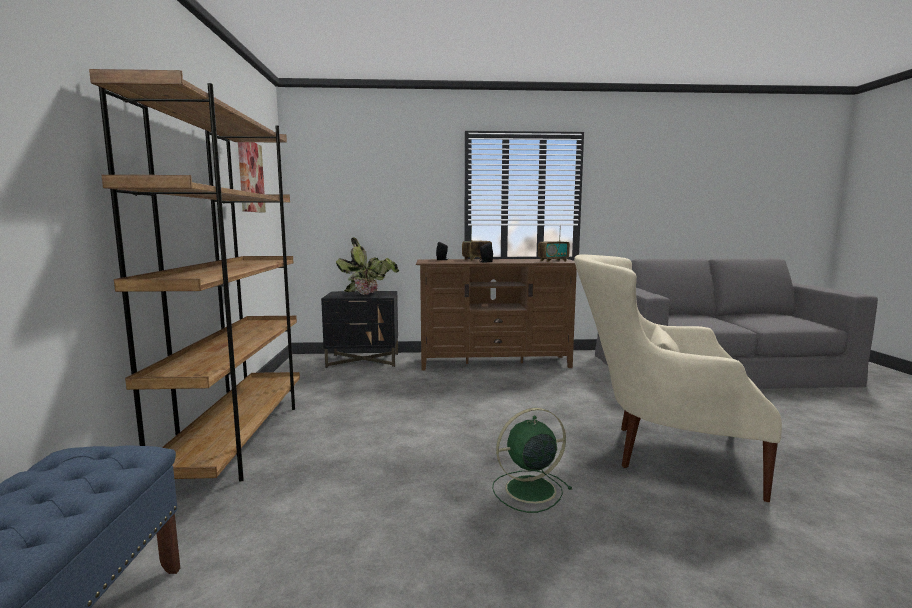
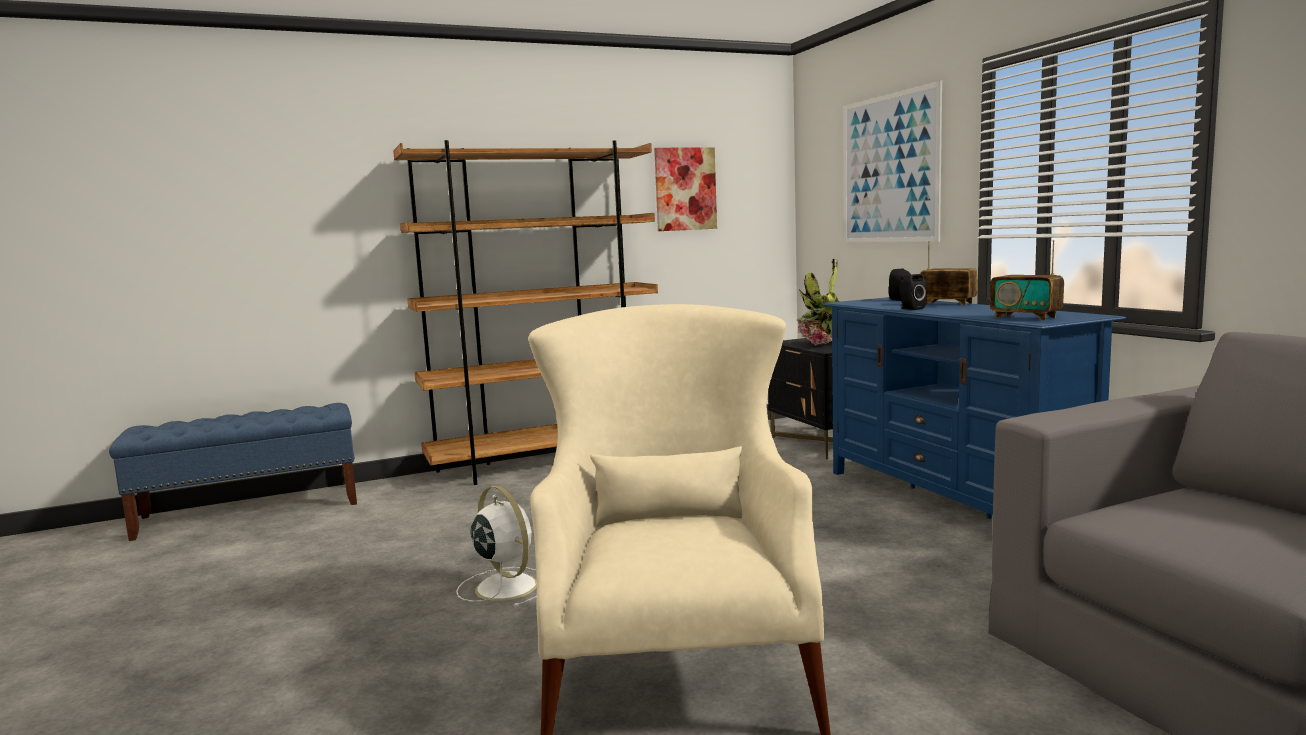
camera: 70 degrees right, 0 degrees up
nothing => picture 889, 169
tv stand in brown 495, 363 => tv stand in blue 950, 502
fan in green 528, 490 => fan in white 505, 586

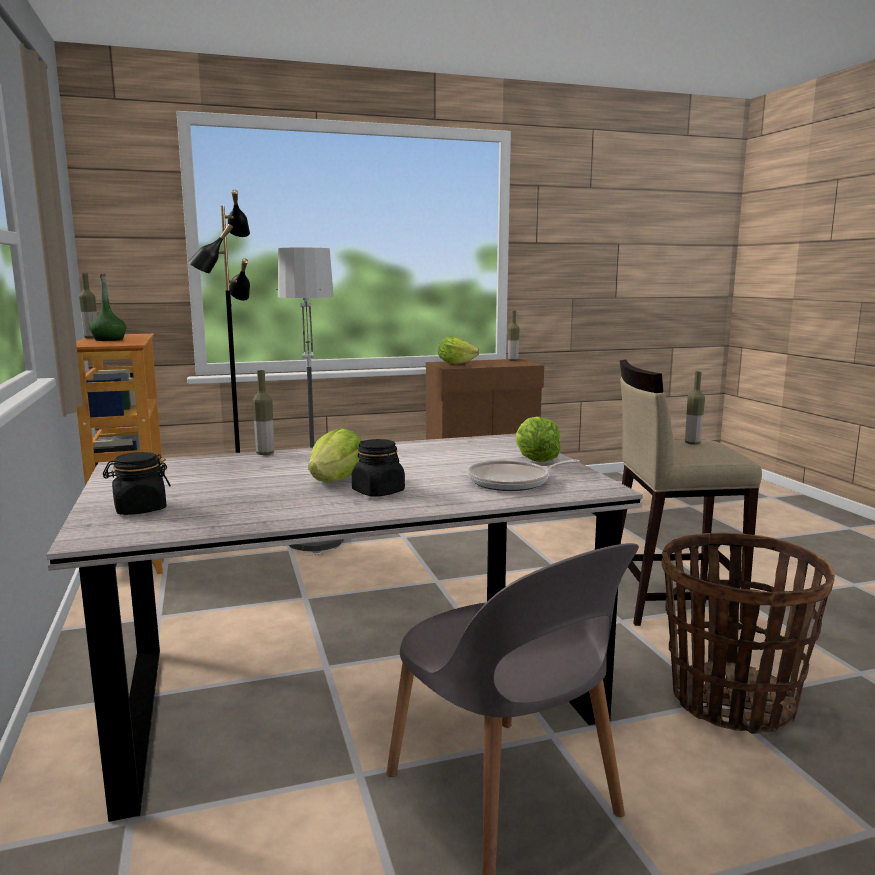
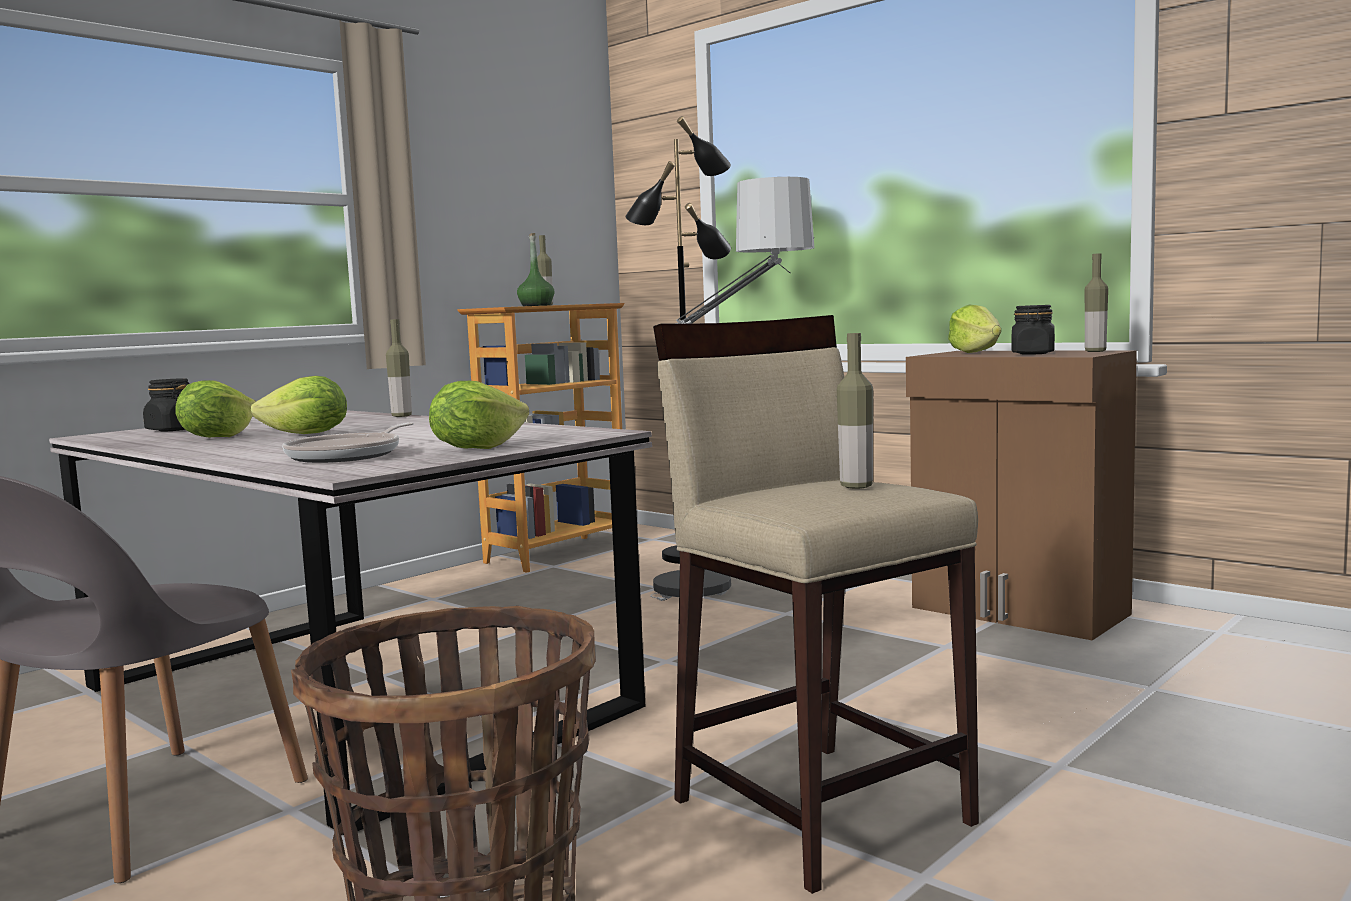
camera: 60 degrees right, 5 degrees down
nothing => lettuce 217, 437
jar in black 378, 492 => jar in black 1033, 353, move
frying pan 512, 482 => frying pan 348, 456, 105 degrees counterclockwise

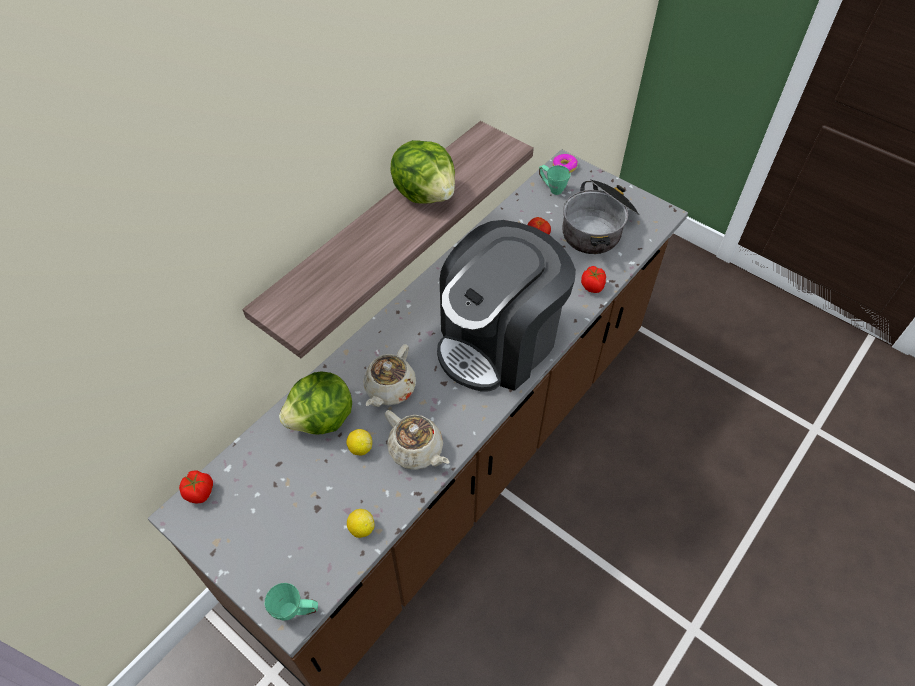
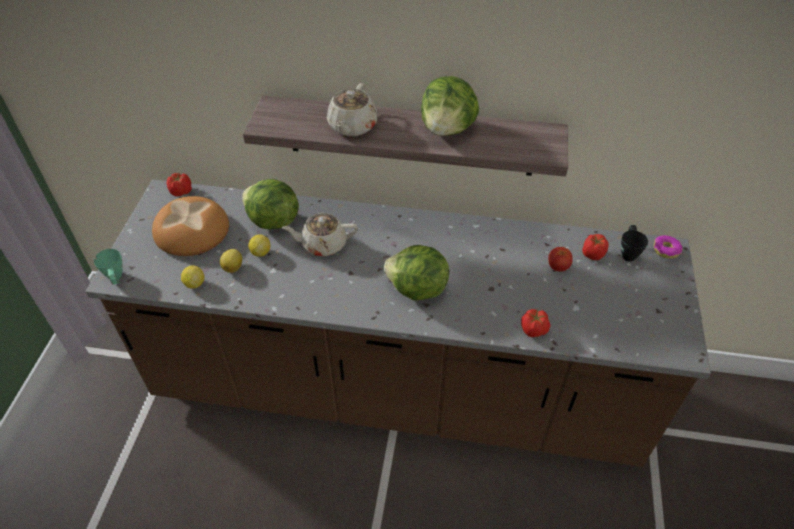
camera: 60 degrees right, 5 degrees down
cooking pot 598, 227 => nothing
nothing => bread 192, 230
nothing => lemon 233, 267
nothing => tomato 592, 254
teapot in beige 416, 450 => teapot in beige 352, 126, move
coffee machine 499, 342 => lettuce 417, 289
mug in green 551, 188 => mug in black 628, 252

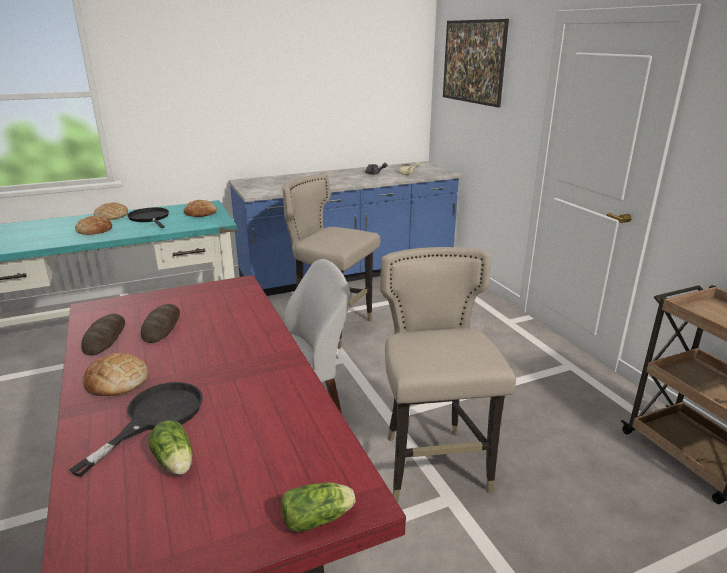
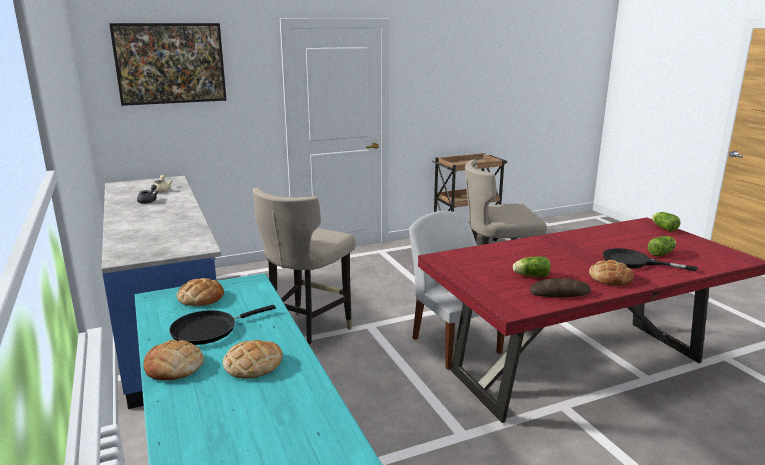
camera: 90 degrees left, 5 degrees down
bread 161, 327 => lettuce 530, 275

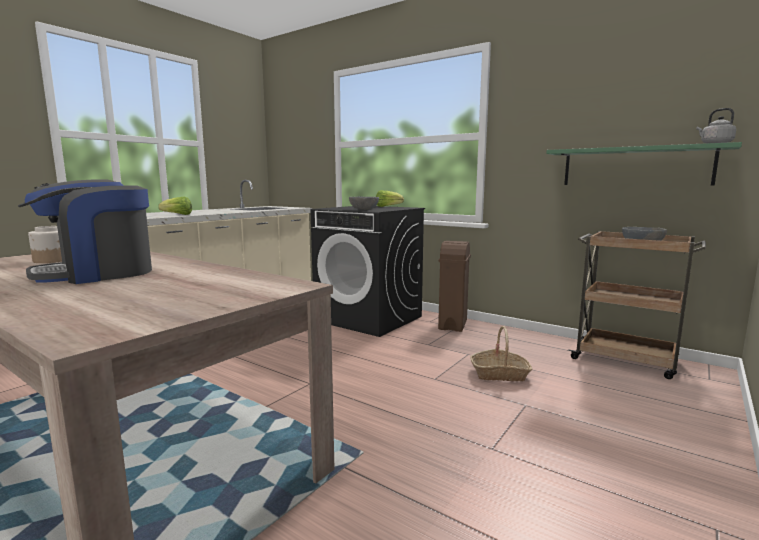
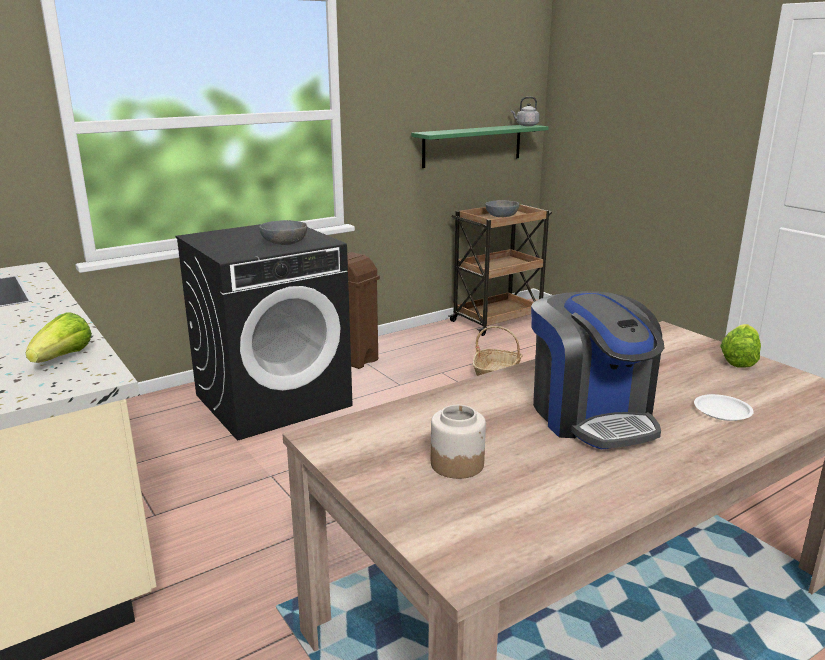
camera: 70 degrees left, 10 degrees up
nothing => plate in white 722, 411
lettuce 387, 206 => lettuce 739, 360, move

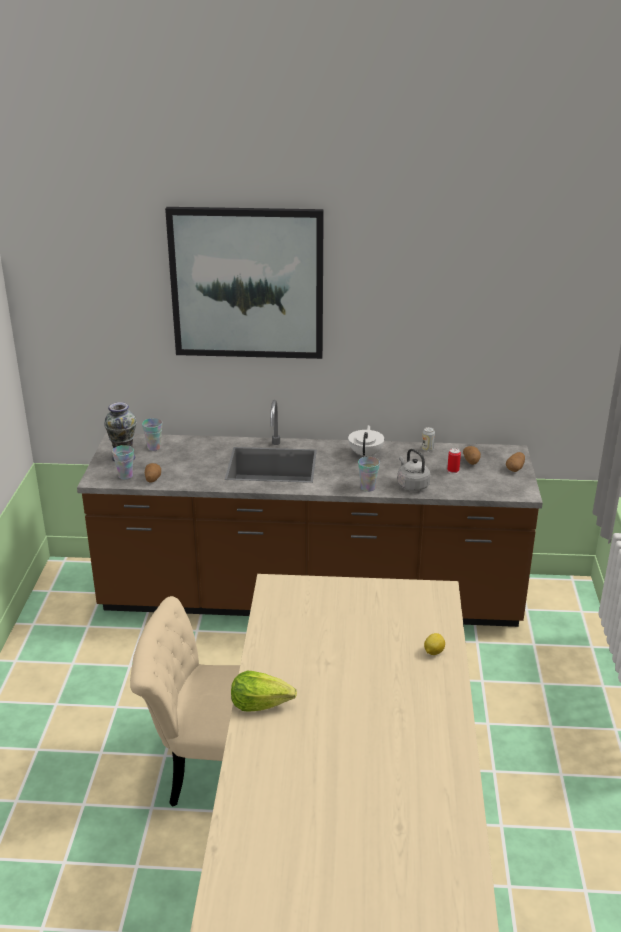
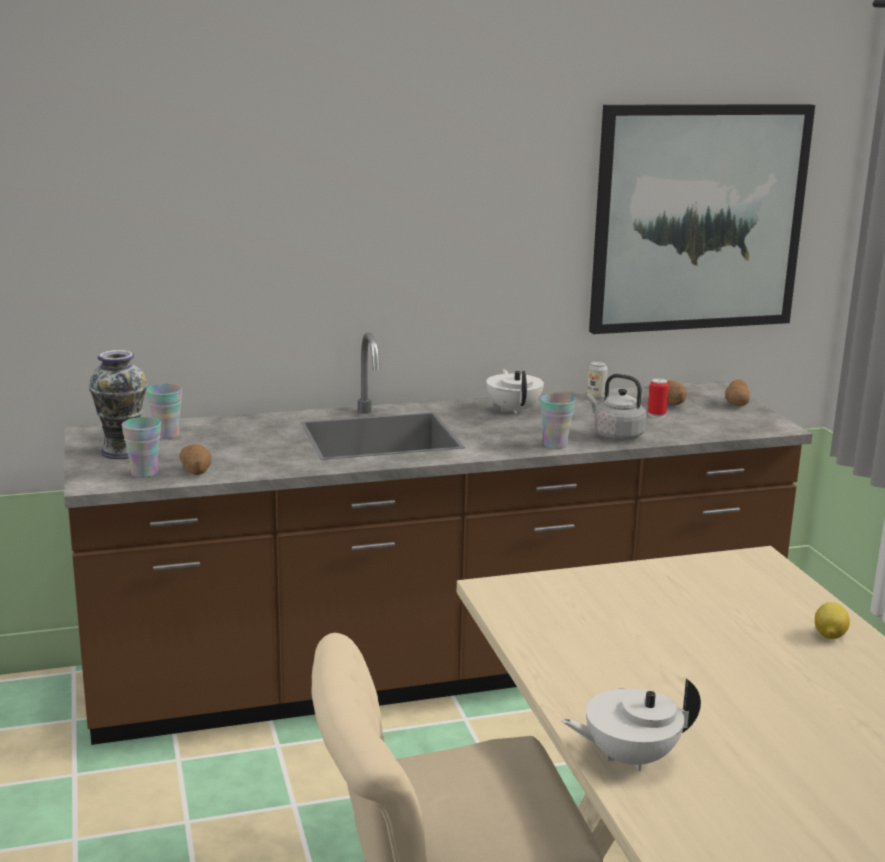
camera: 20 degrees left, 10 degrees down
picture 247, 283 => picture 698, 218, move
lettuce 261, 703 => teapot in white 629, 757

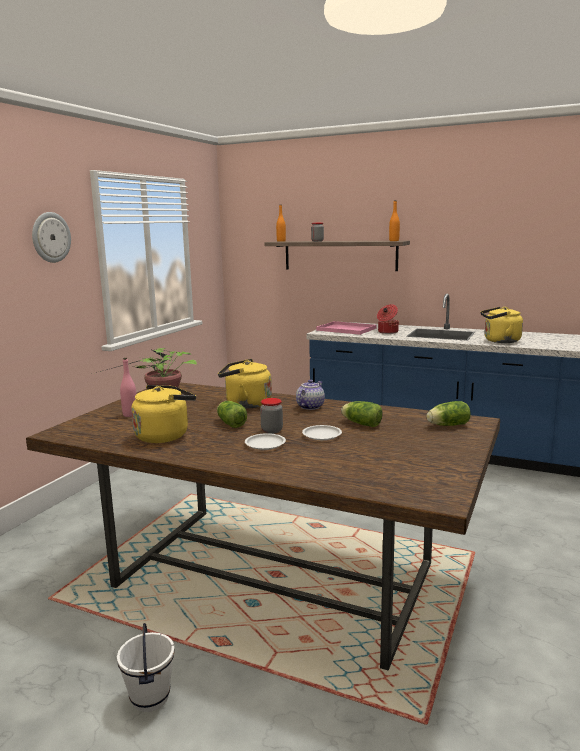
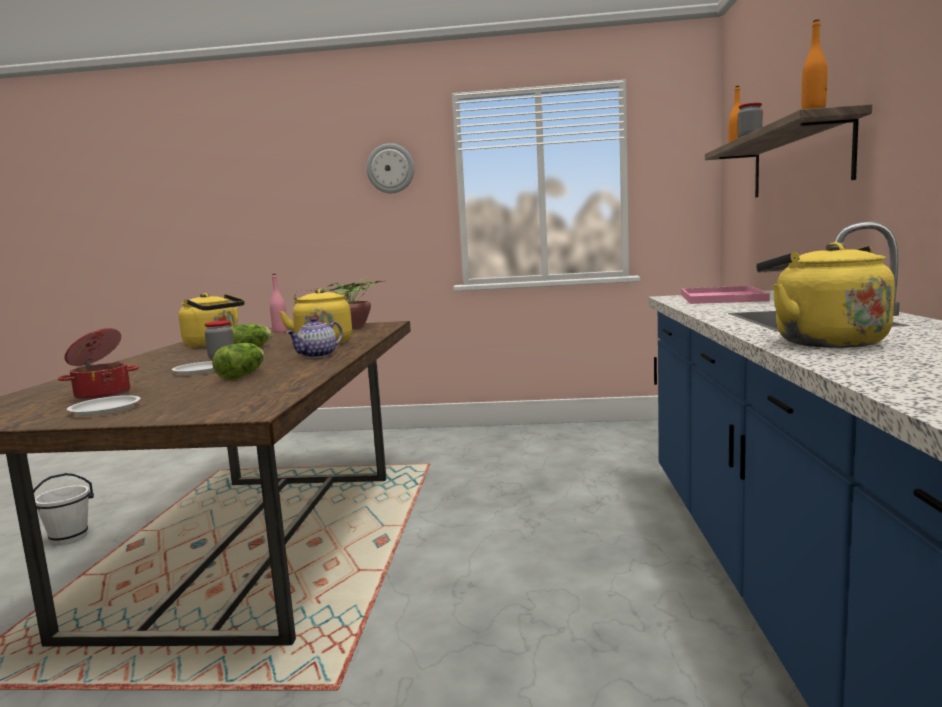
camera: 70 degrees right, 5 degrees down
lettuce 446, 425 => nothing
plate in white 265, 444 => plate in white 105, 409, move
cooking pot 387, 332 => cooking pot 102, 395, move
teapot 309, 407 => teapot 318, 356, 120 degrees clockwise

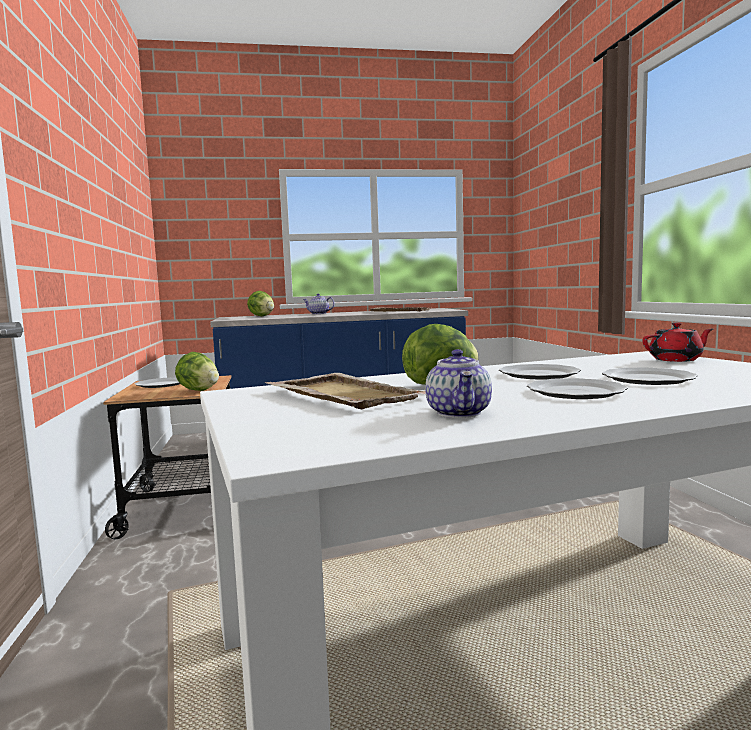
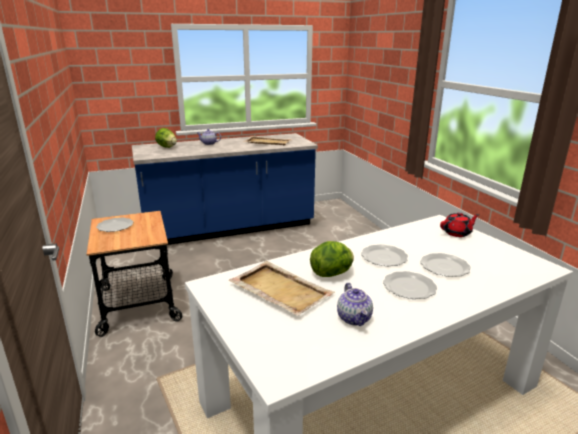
camera: 10 degrees left, 15 degrees up
lettuce 199, 390 => nothing

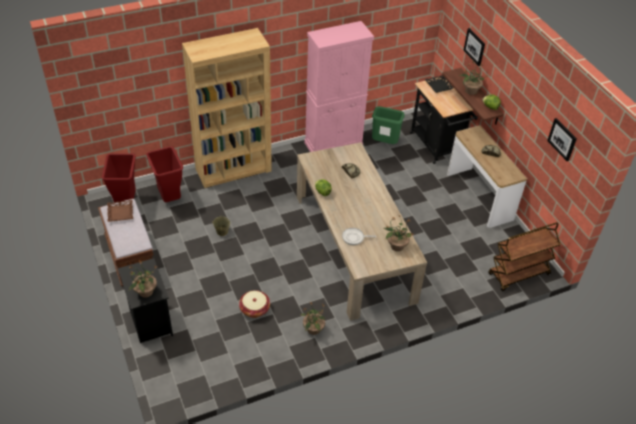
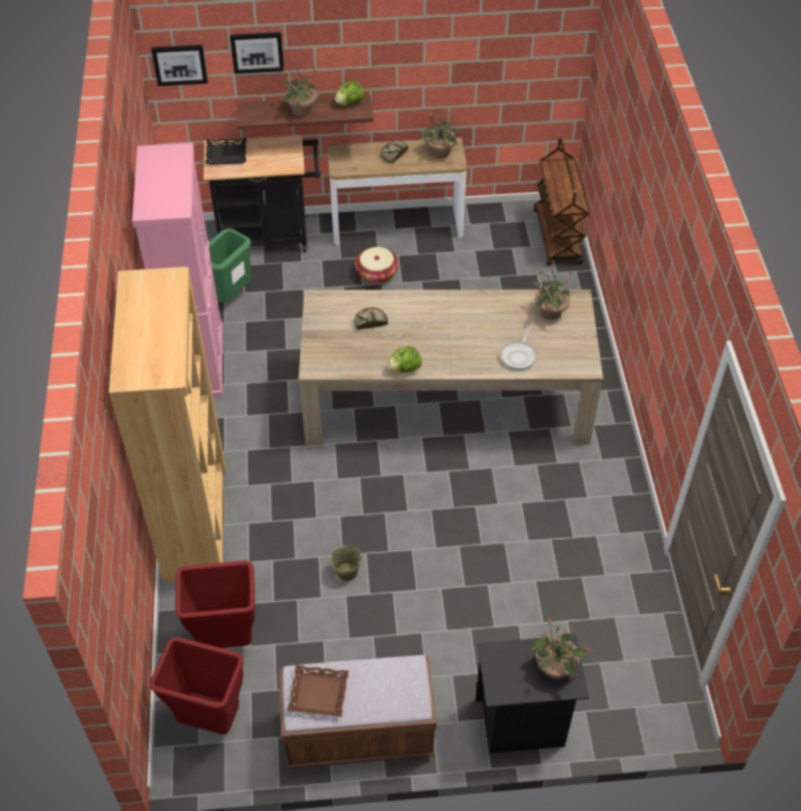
camera: 70 degrees left, 5 degrees up
basket 254, 309 => basket 376, 273, move
potted plant 313, 329 => potted plant 440, 152, move
picture 562, 139 => picture 180, 64, move

